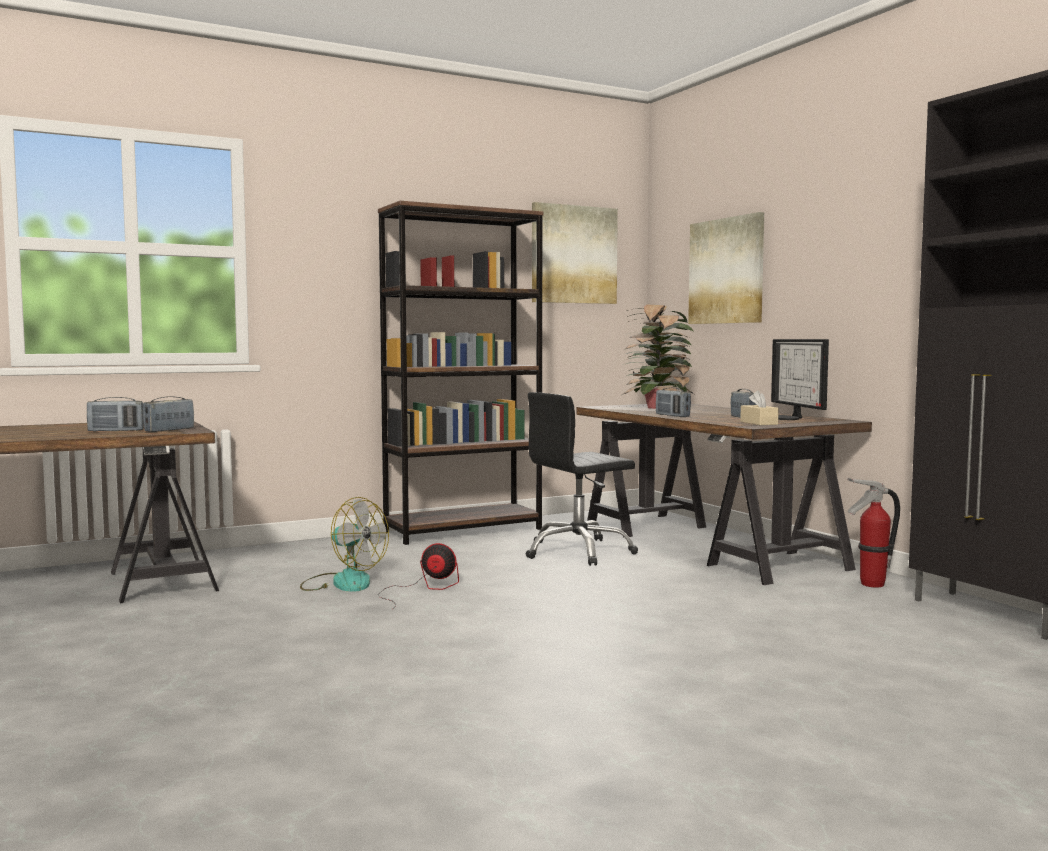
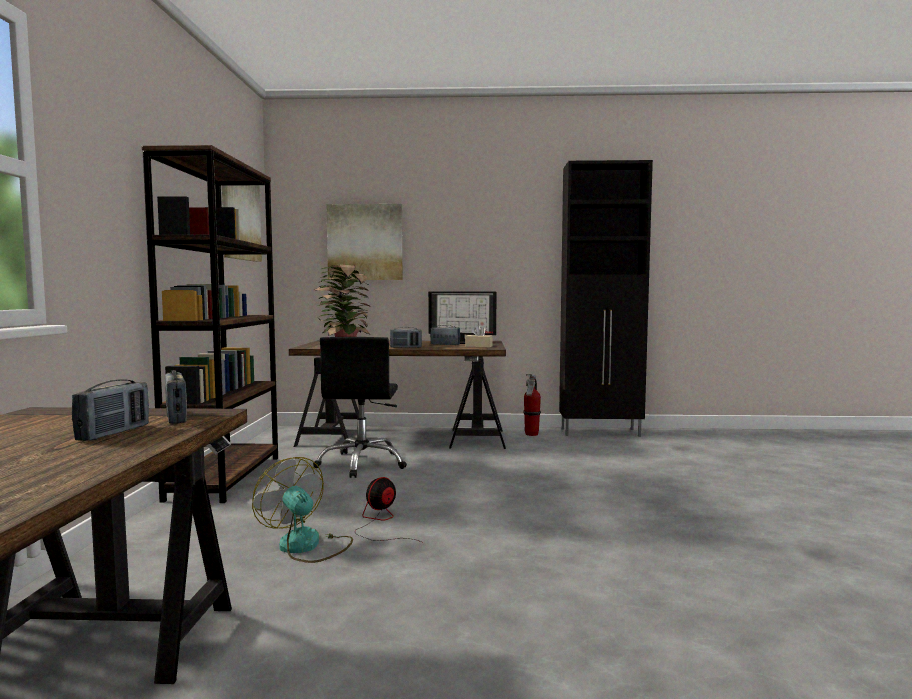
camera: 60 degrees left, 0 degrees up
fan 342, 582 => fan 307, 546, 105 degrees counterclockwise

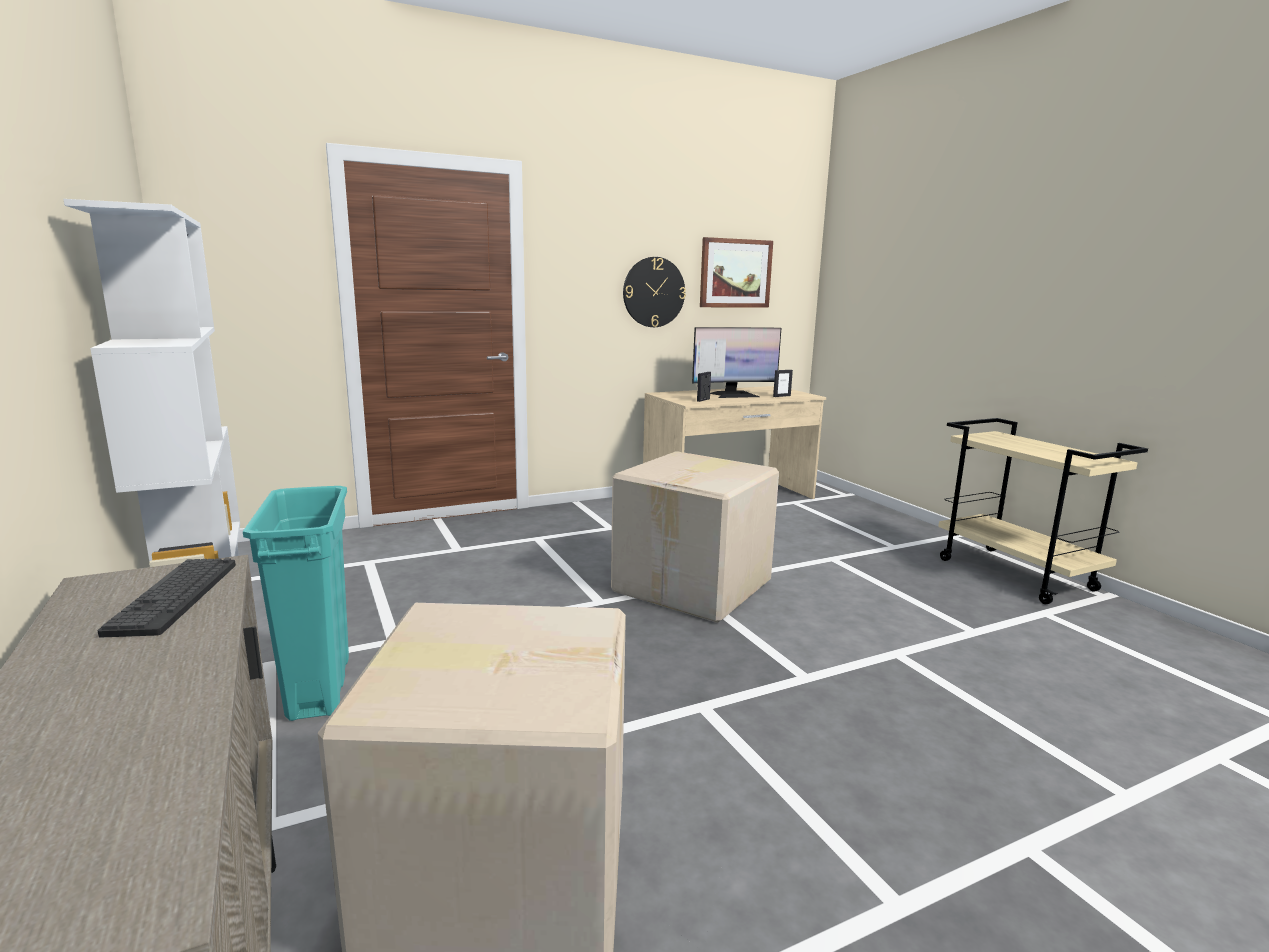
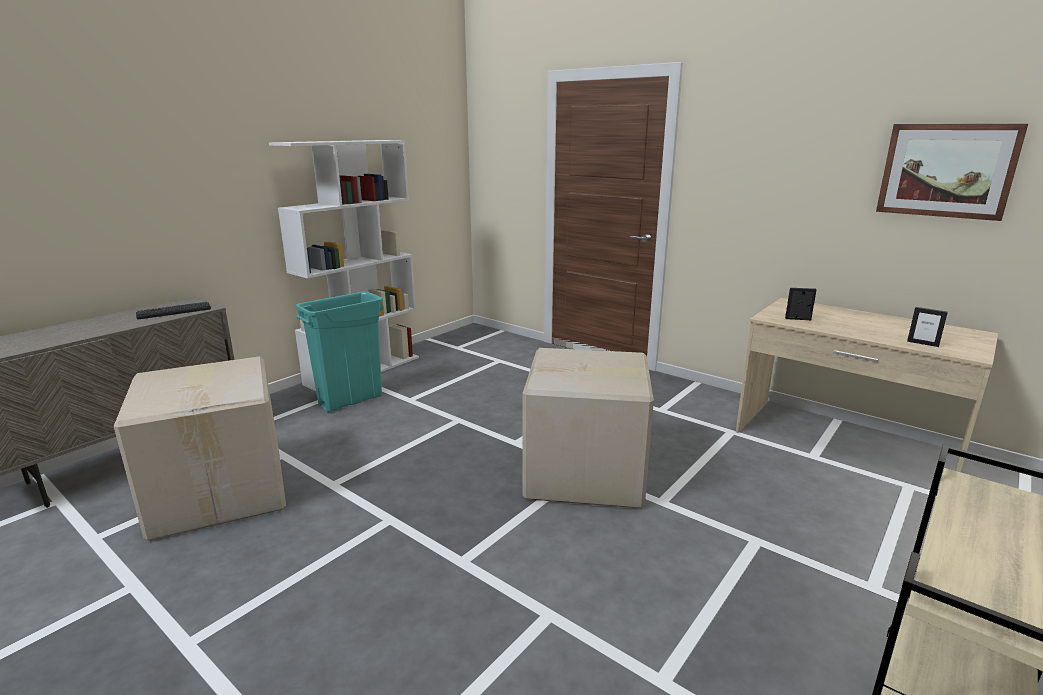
camera: 65 degrees right, 5 degrees up
wall clock 653, 292 => nothing
monitor 734, 395 => nothing

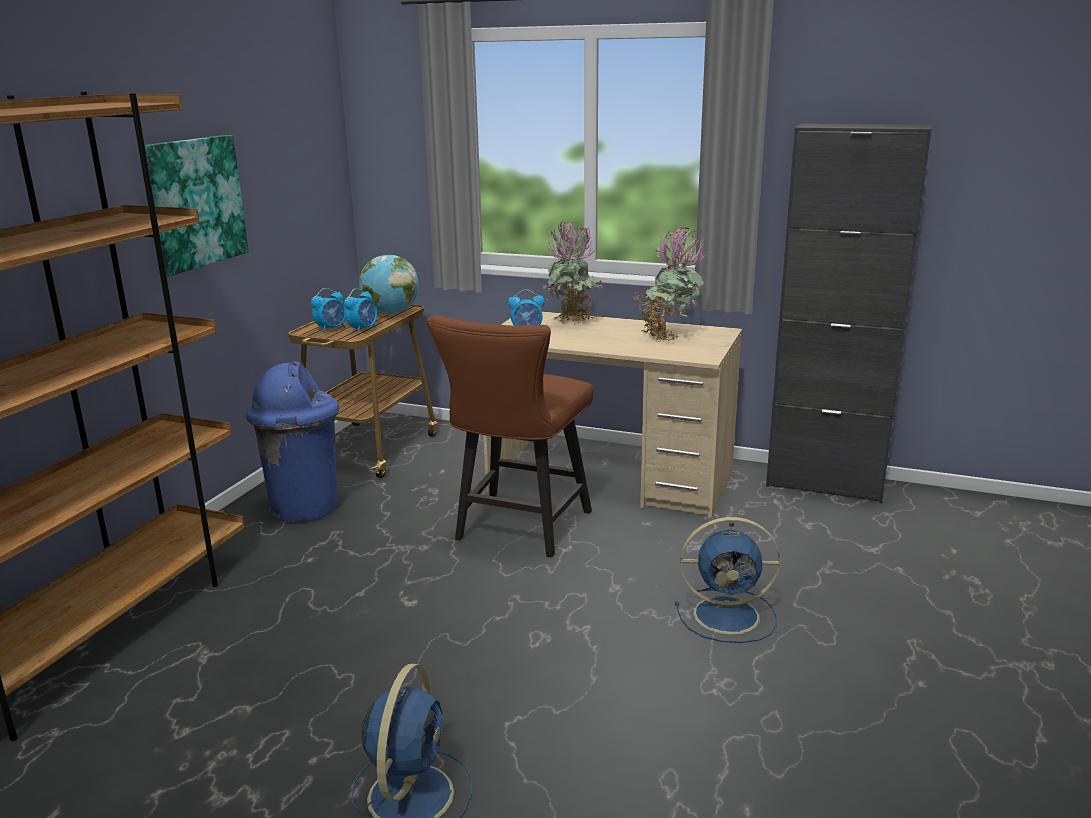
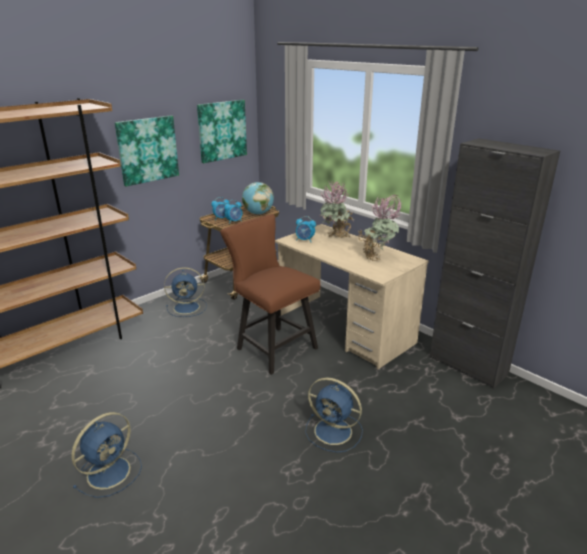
camera: 25 degrees right, 5 degrees up
nothing => picture 221, 130
trash can in blue 305, 507 => fan in blue 188, 307
chair in brown 518, 529 => chair in brown 272, 347, 90 degrees clockwise

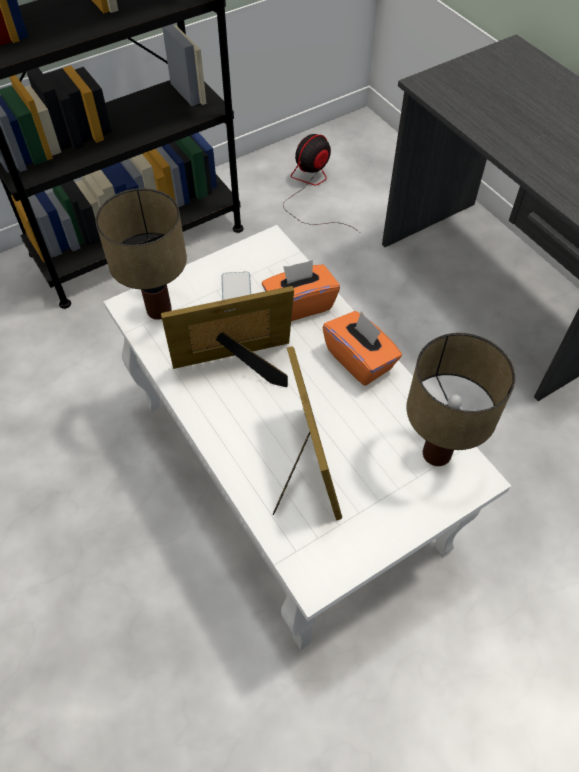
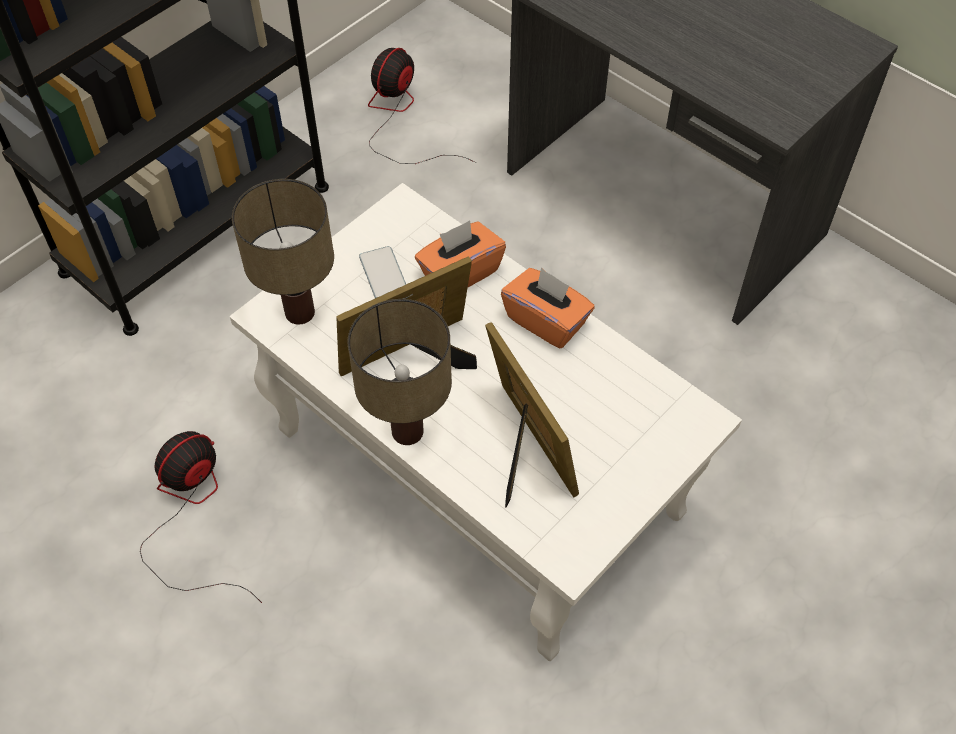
camera: 15 degrees left, 0 degrees up
nothing => fan 192, 513
table lamp 435, 452 => table lamp 406, 430, move

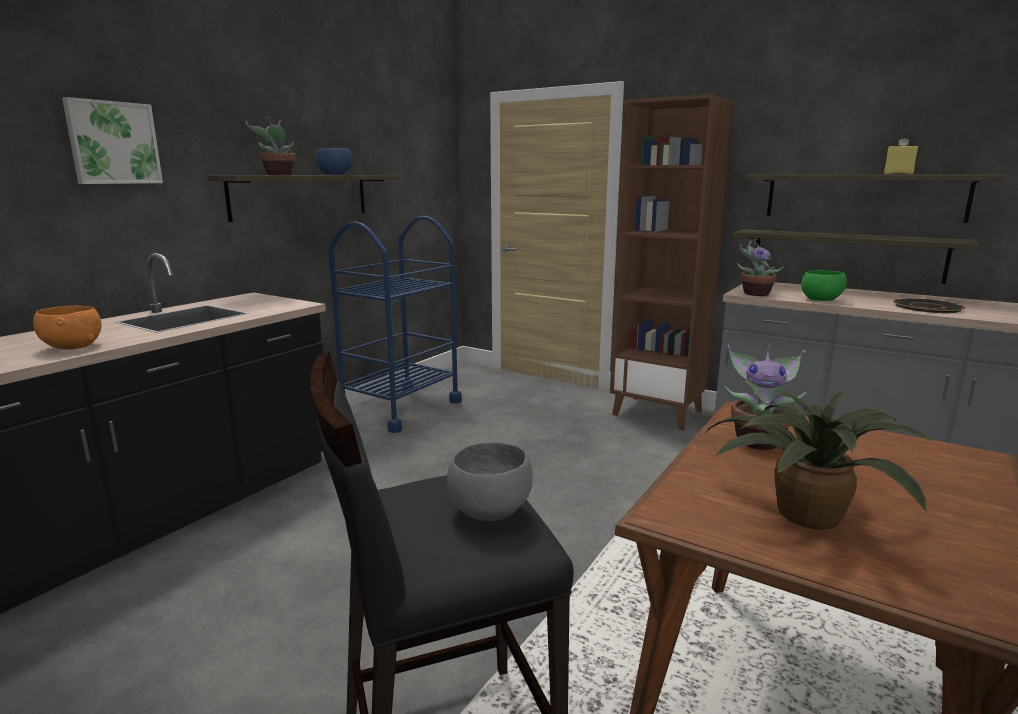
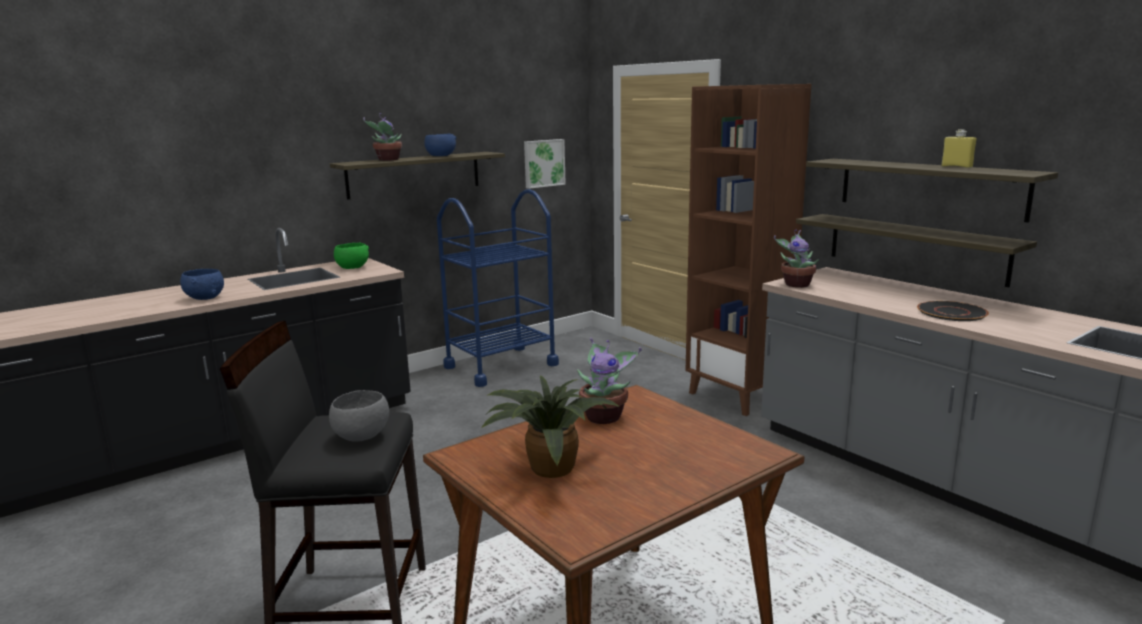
camera: 20 degrees right, 0 degrees up
picture 113, 143 => picture 543, 163, move
bowl in green 820, 300 => bowl in green 352, 268, move
bowl in orange 73, 347 => bowl in blue 205, 298

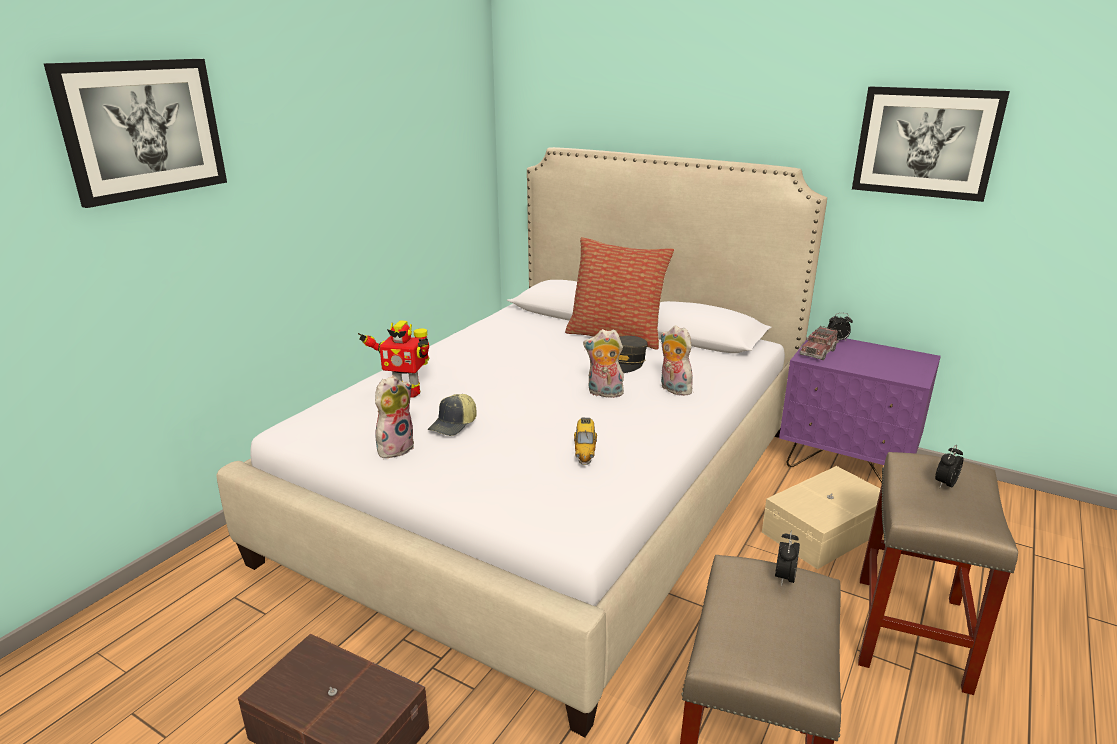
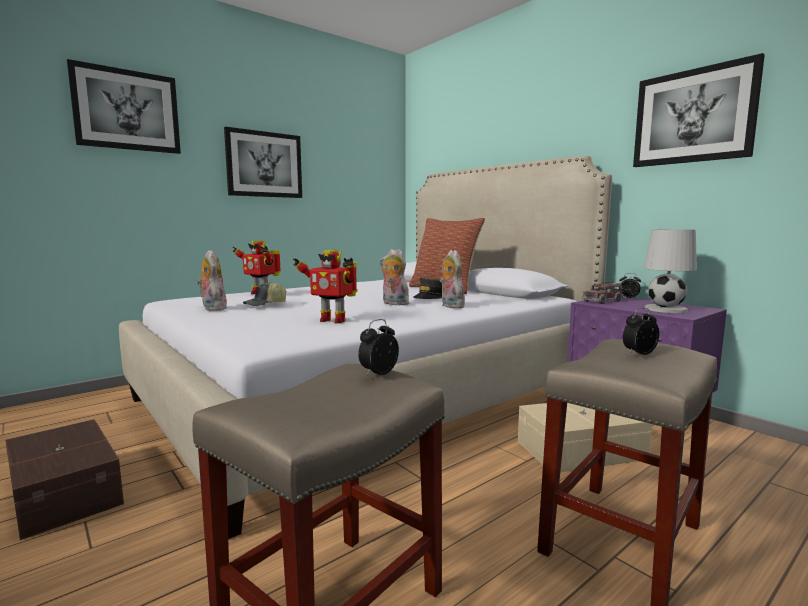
camera: 20 degrees right, 15 degrees down
nothing => picture 264, 164
nothing => table lamp in white 666, 309
toy car 585, 454 => toy robot 332, 320
plush toy 395, 447 => plush toy 212, 308, 90 degrees counterclockwise

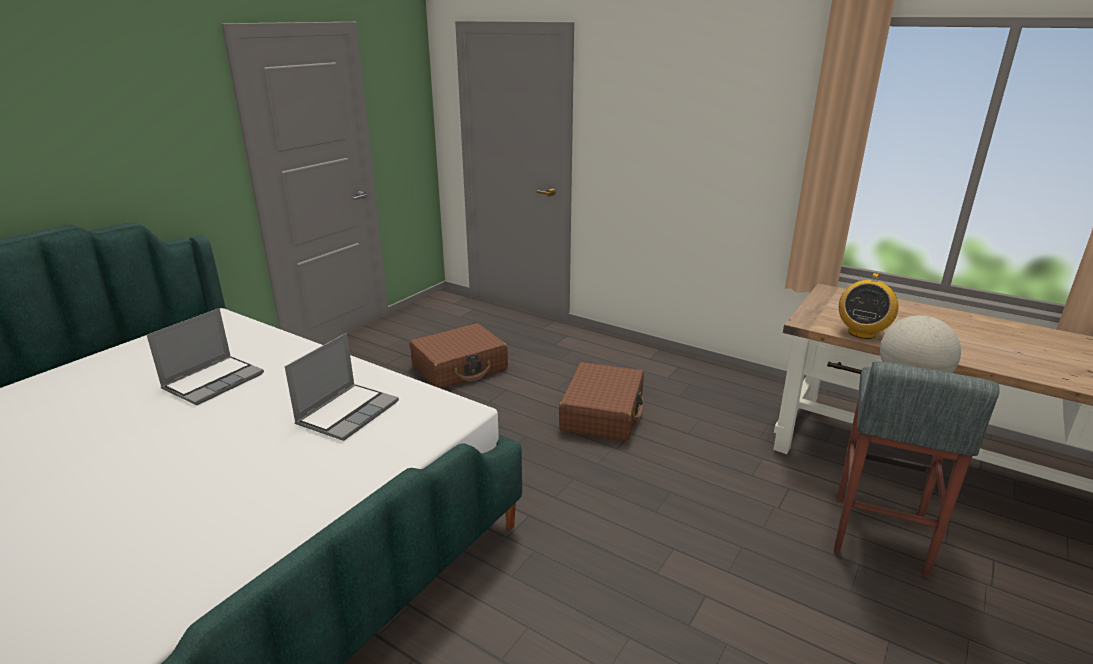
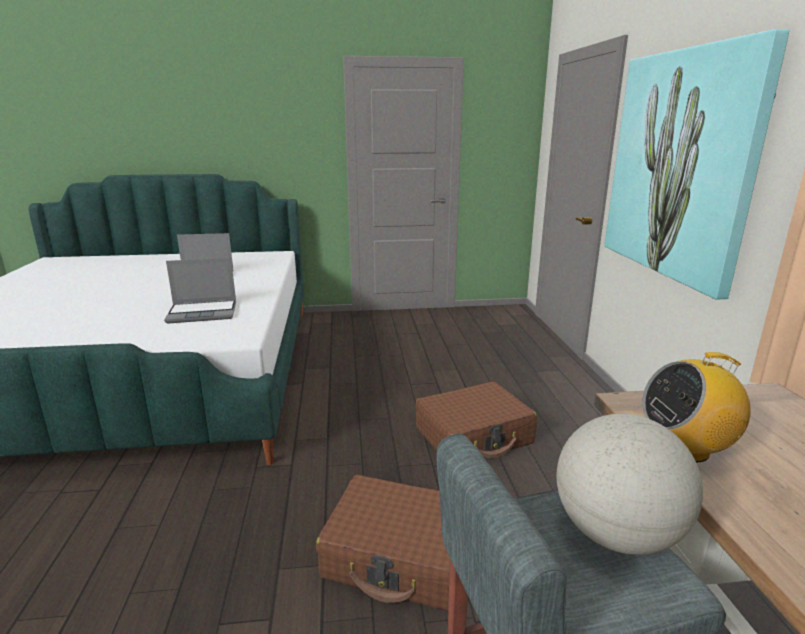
camera: 50 degrees right, 5 degrees down
nothing => picture 680, 165
suitcase in brown 460, 367 => suitcase in brown 400, 556, move

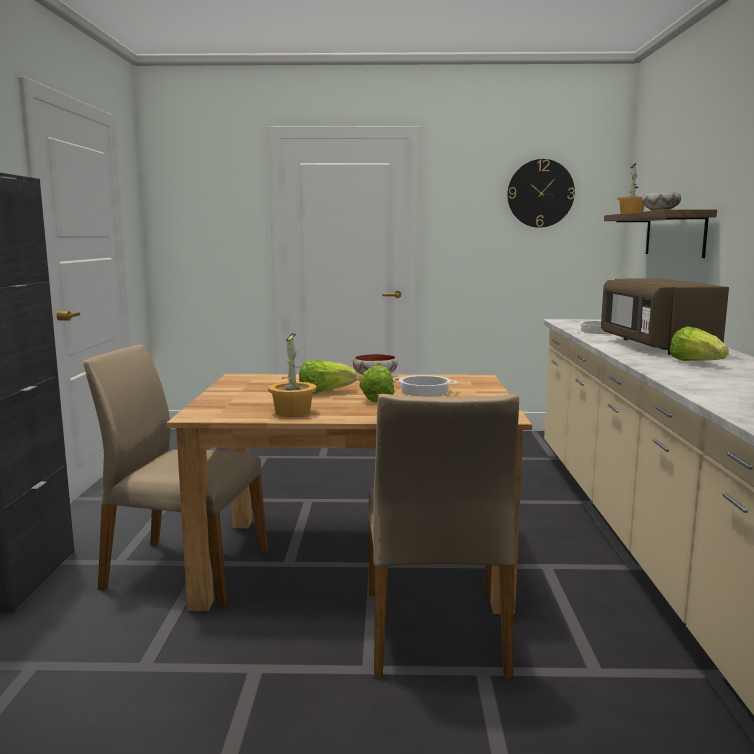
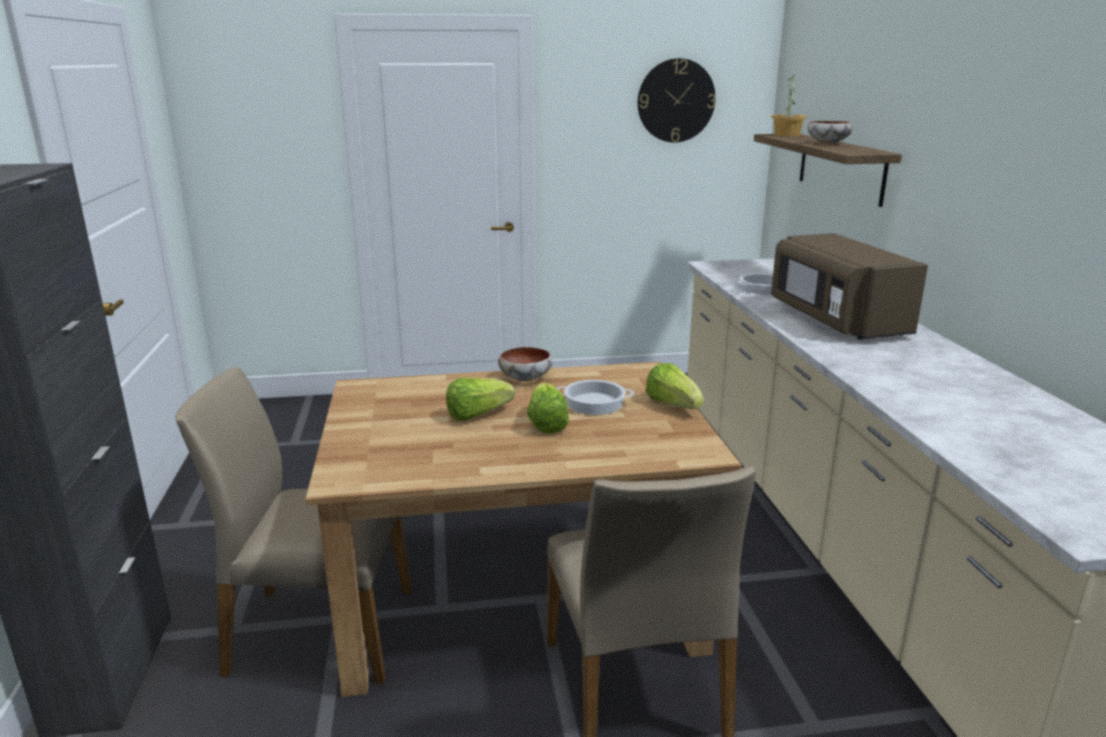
camera: 10 degrees left, 10 degrees up
potted plant 293, 412 => nothing
lettuce 696, 363 => lettuce 673, 405, move

